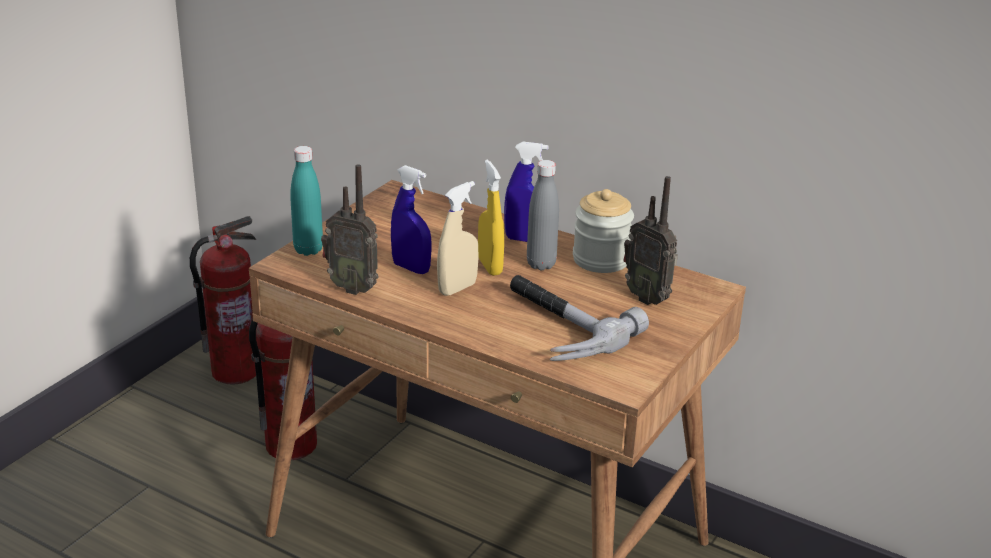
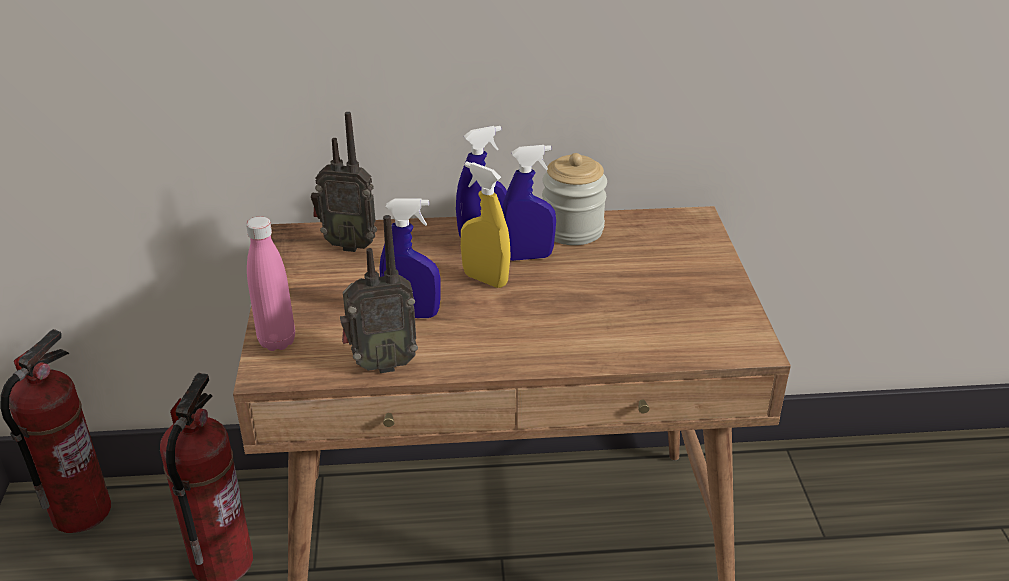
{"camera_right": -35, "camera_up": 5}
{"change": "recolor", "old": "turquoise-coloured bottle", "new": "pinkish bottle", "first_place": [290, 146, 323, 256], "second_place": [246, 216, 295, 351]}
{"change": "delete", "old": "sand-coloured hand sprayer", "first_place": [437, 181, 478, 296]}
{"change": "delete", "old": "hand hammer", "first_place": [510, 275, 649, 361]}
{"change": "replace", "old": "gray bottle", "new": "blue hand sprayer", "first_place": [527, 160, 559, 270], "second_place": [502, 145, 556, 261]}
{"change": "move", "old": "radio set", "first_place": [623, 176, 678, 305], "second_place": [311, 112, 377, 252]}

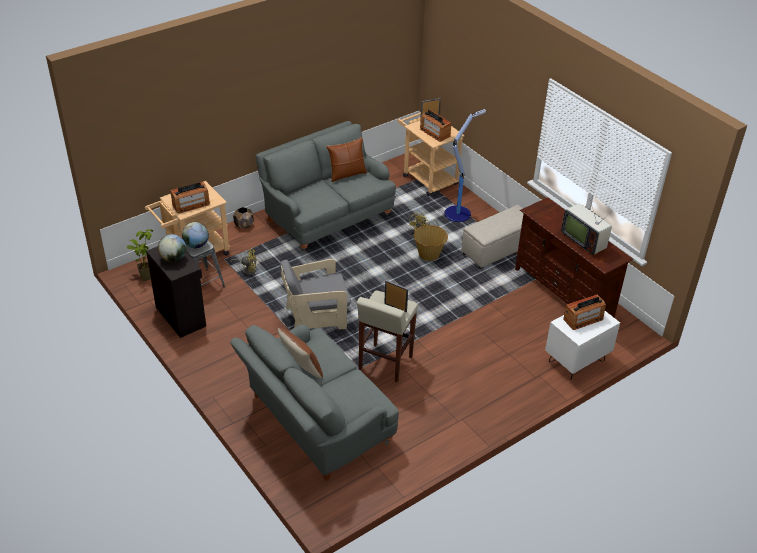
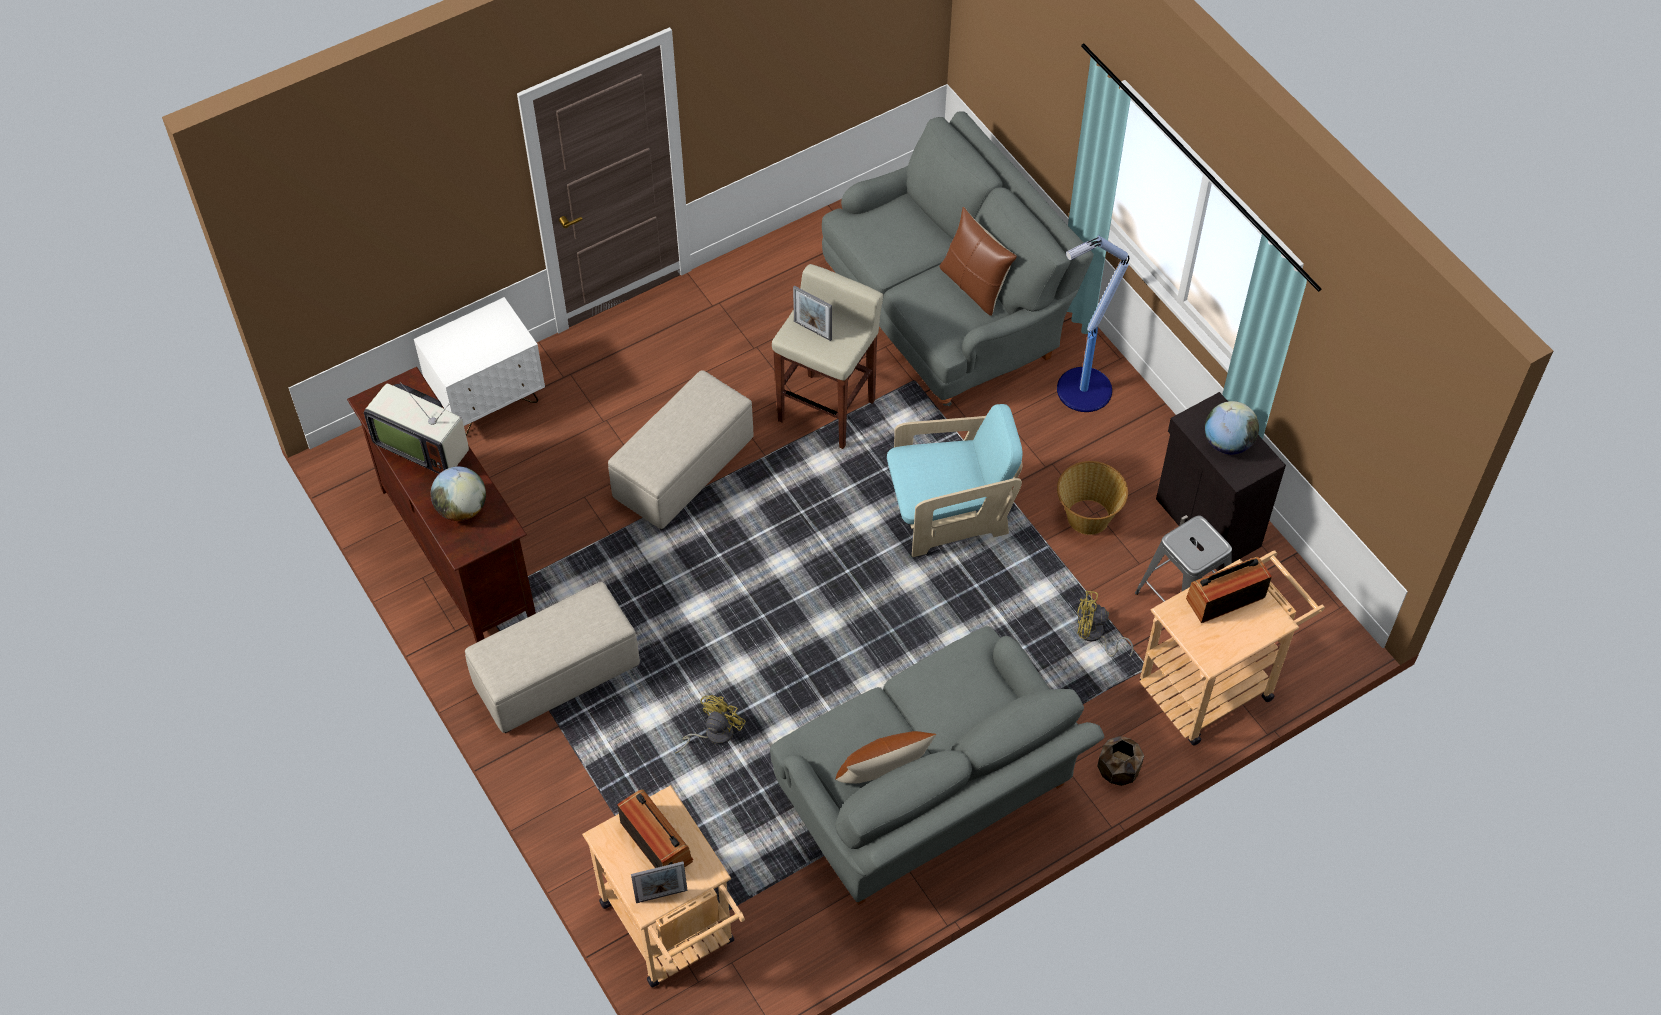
{"camera_right": -175, "camera_up": 15}
{"change": "delete", "old": "plant in a pot", "first_place": [127, 229, 153, 281]}
{"change": "move", "old": "globe", "first_place": [182, 222, 209, 248], "second_place": [431, 466, 486, 521]}
{"change": "recolor", "old": "gray armchair", "new": "turquoise-coloured armchair", "first_place": [281, 259, 351, 330], "second_place": [887, 404, 1023, 557]}
{"change": "move", "old": "storage basket", "first_place": [414, 225, 448, 261], "second_place": [1057, 461, 1128, 535]}
{"change": "move", "old": "standard lamp", "first_place": [444, 109, 486, 222], "second_place": [1057, 235, 1129, 412]}
{"change": "rotate", "old": "television", "first_place": [561, 199, 612, 256], "second_place": [364, 382, 469, 474], "degrees": 150}
{"change": "delete", "old": "radio set", "first_place": [563, 294, 606, 330]}
{"change": "insert", "new": "sand-coloured ottoman", "second_place": [608, 370, 754, 530]}

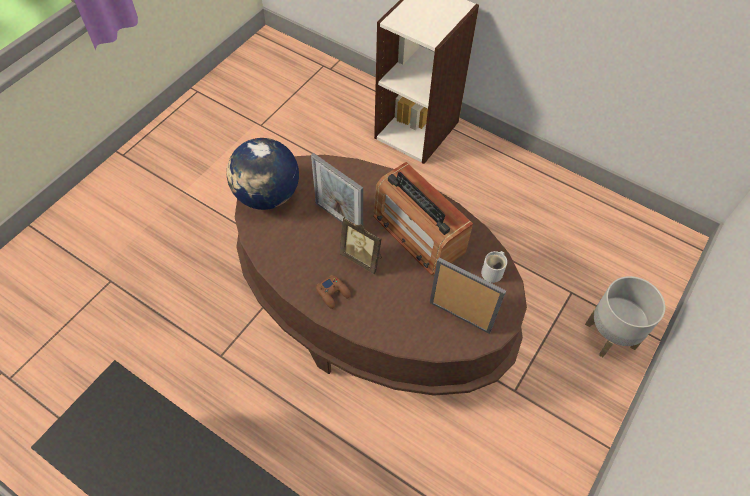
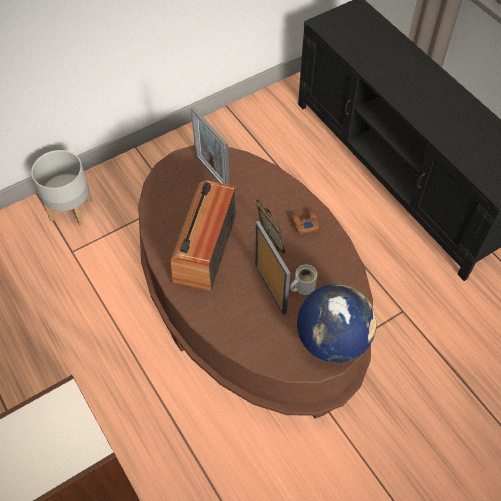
{"camera_right": -155, "camera_up": 0}
{"change": "rotate", "old": "radio set", "first_place": [373, 162, 473, 275], "second_place": [171, 180, 236, 291], "degrees": -150}
{"change": "move", "old": "white-coloured mug", "first_place": [481, 251, 507, 283], "second_place": [290, 265, 317, 295]}

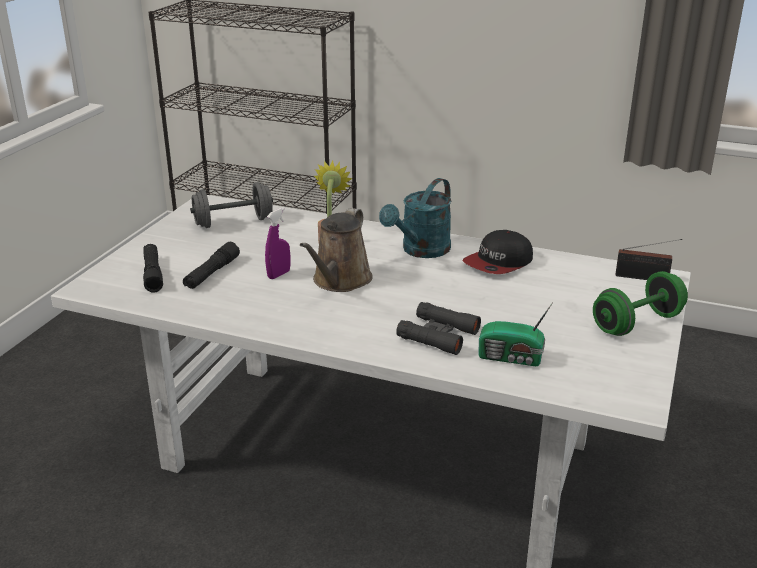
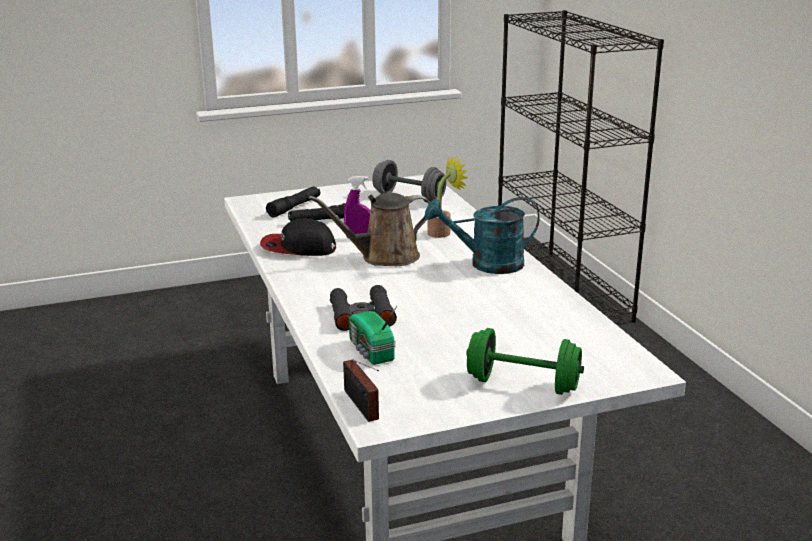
{"camera_right": 50, "camera_up": -5}
{"change": "move", "old": "peaked cap", "first_place": [463, 230, 533, 274], "second_place": [260, 218, 336, 256]}
{"change": "move", "old": "radio set", "first_place": [616, 239, 682, 280], "second_place": [343, 359, 379, 422]}

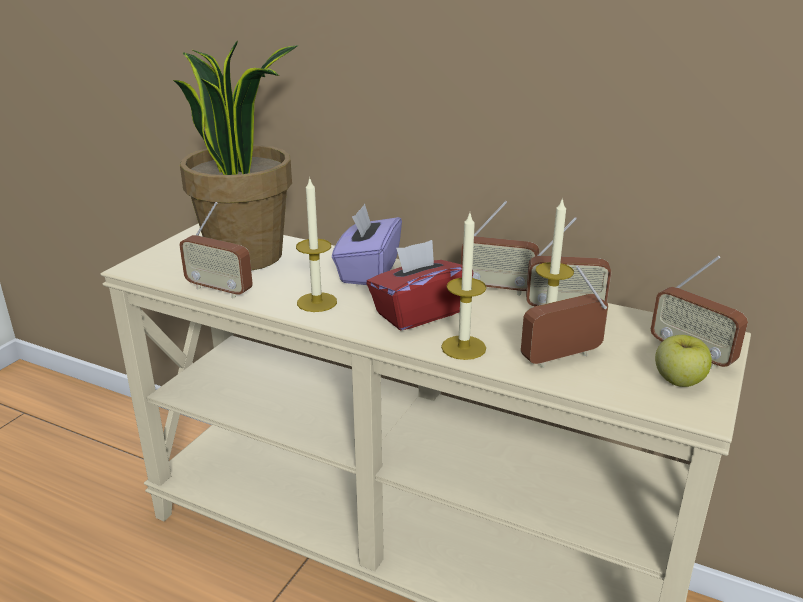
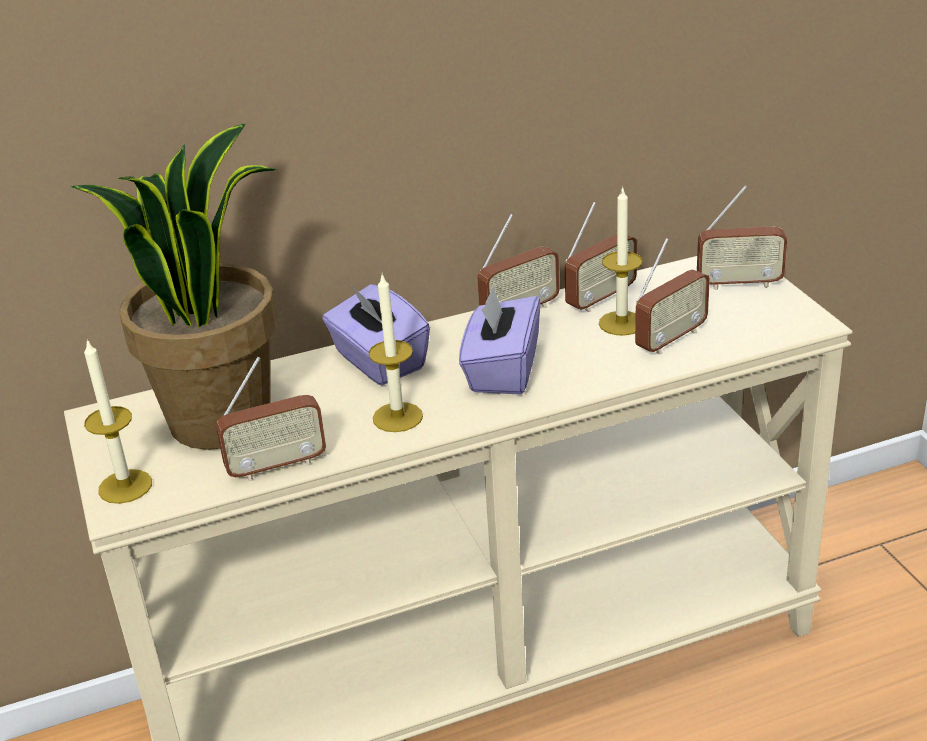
{"camera_right": -45, "camera_up": 5}
{"change": "recolor", "old": "red tissue box", "new": "purple tissue box", "first_place": [366, 240, 473, 331], "second_place": [459, 286, 541, 395]}
{"change": "move", "old": "wax light", "first_place": [441, 213, 487, 360], "second_place": [84, 339, 152, 504]}
{"change": "rotate", "old": "radio set", "first_place": [521, 265, 608, 368], "second_place": [635, 238, 710, 354], "degrees": -150}
{"change": "delete", "old": "apple fruit", "first_place": [655, 335, 712, 387]}

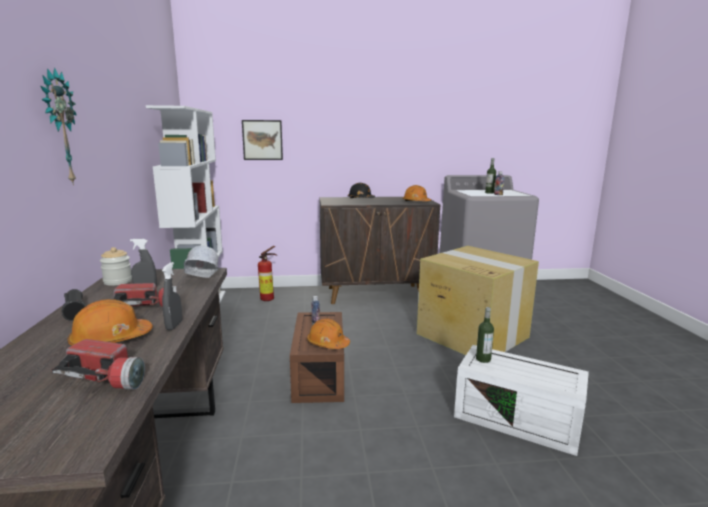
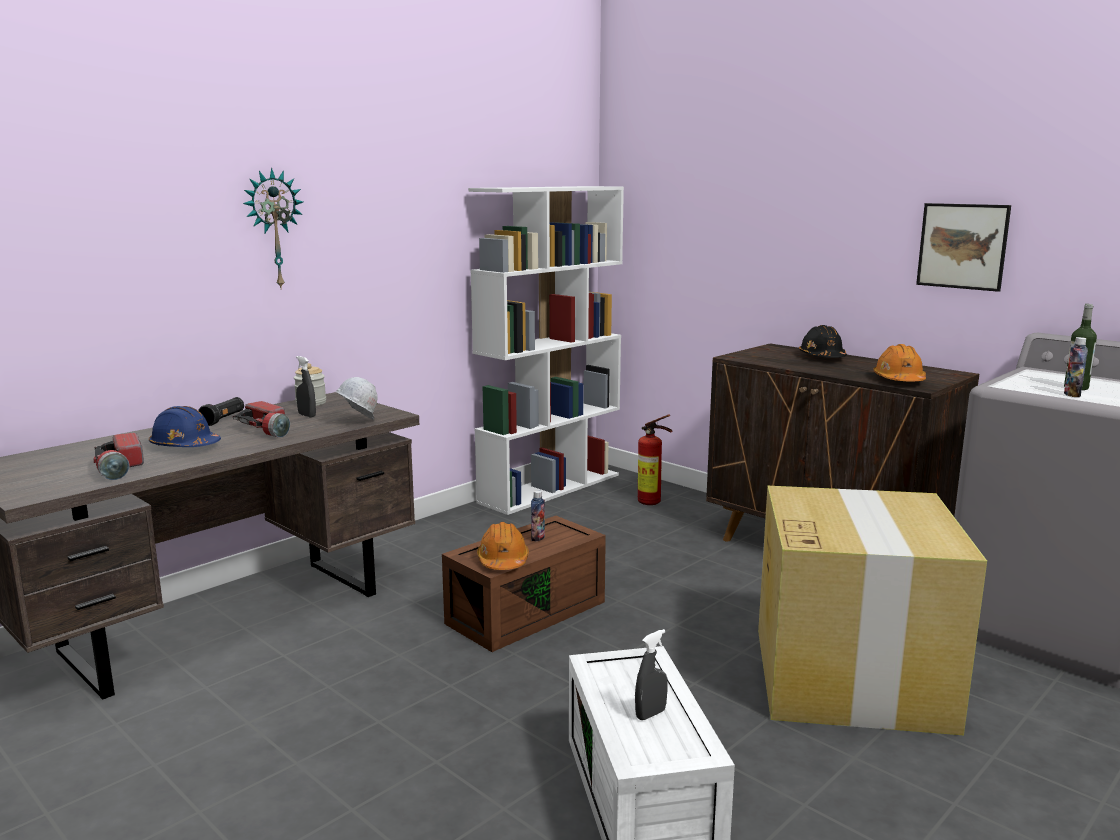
{"camera_right": 50, "camera_up": 0}
{"change": "recolor", "old": "orange work helmet", "new": "blue work helmet", "first_place": [68, 299, 153, 345], "second_place": [149, 406, 221, 447]}
{"change": "move", "old": "gray hand sprayer", "first_place": [162, 262, 182, 330], "second_place": [635, 629, 667, 720]}
{"change": "move", "old": "wall art", "first_place": [242, 120, 283, 160], "second_place": [916, 203, 1011, 292]}
{"change": "delete", "old": "bottle", "first_place": [476, 307, 494, 363]}

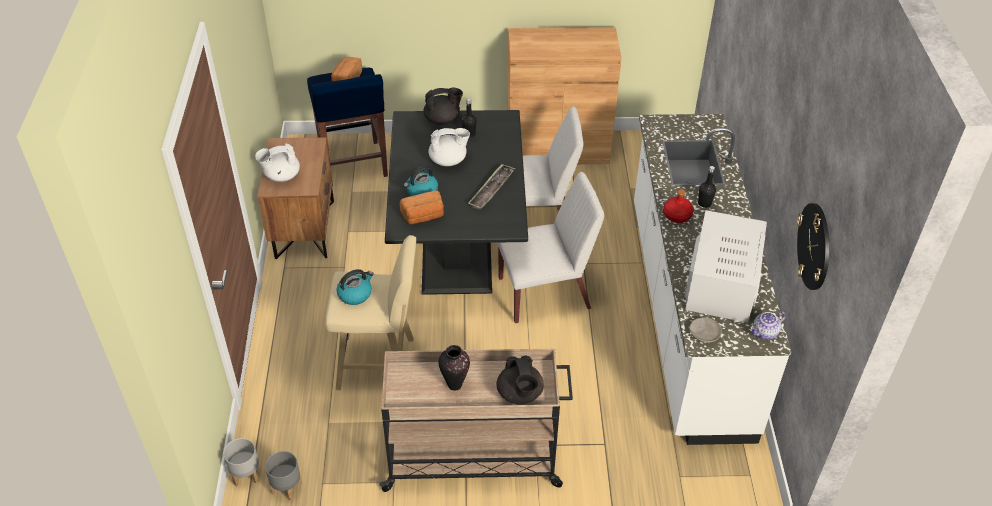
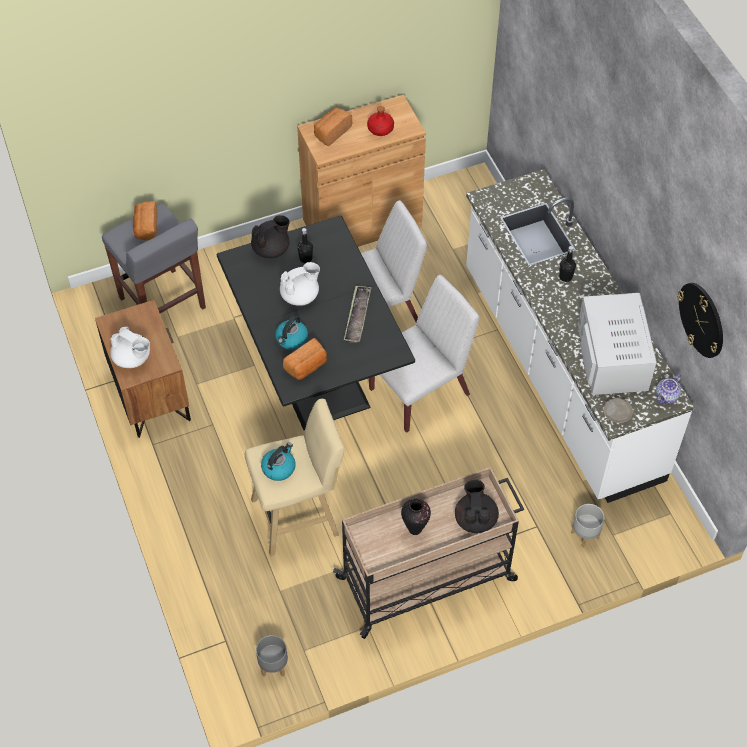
{"camera_right": -20, "camera_up": 10}
{"change": "move", "old": "gray planter", "first_place": [223, 438, 259, 486], "second_place": [571, 504, 604, 547]}
{"change": "rotate", "old": "white-coloured teapot", "first_place": [255, 144, 300, 182], "second_place": [110, 327, 150, 368], "degrees": -105}
{"change": "recolor", "old": "blue sitting stool", "new": "gray sitting stool", "first_place": [307, 68, 388, 186], "second_place": [102, 204, 206, 313]}
{"change": "rotate", "old": "blackish teapot", "first_place": [497, 355, 544, 404], "second_place": [455, 480, 499, 533], "degrees": -150}
{"change": "move", "old": "red bottle", "first_place": [663, 189, 694, 223], "second_place": [367, 106, 394, 136]}
{"change": "insert", "new": "bread", "second_place": [314, 108, 352, 146]}

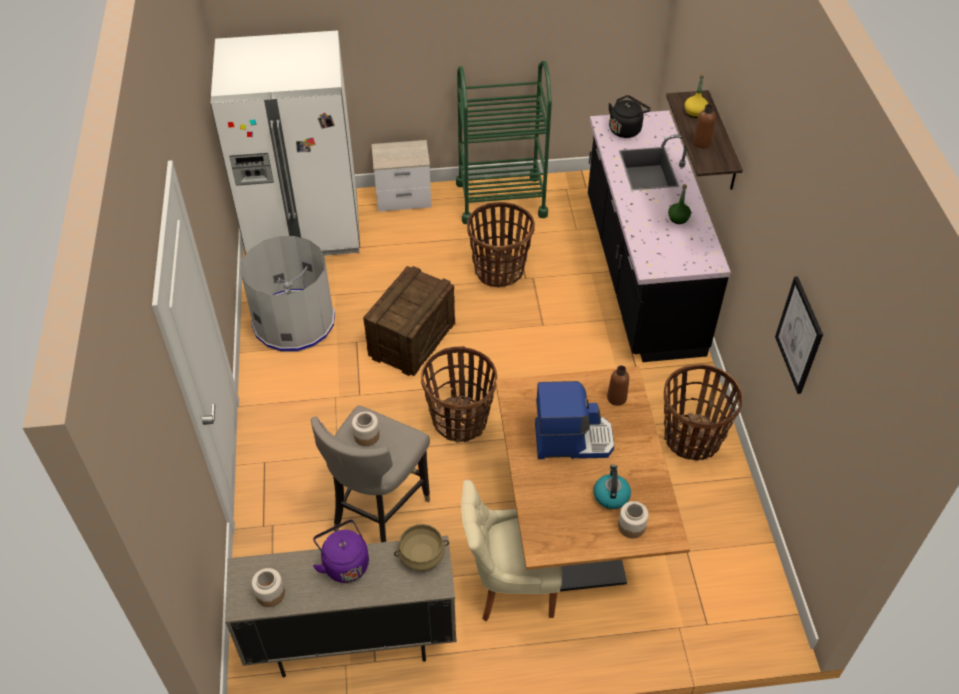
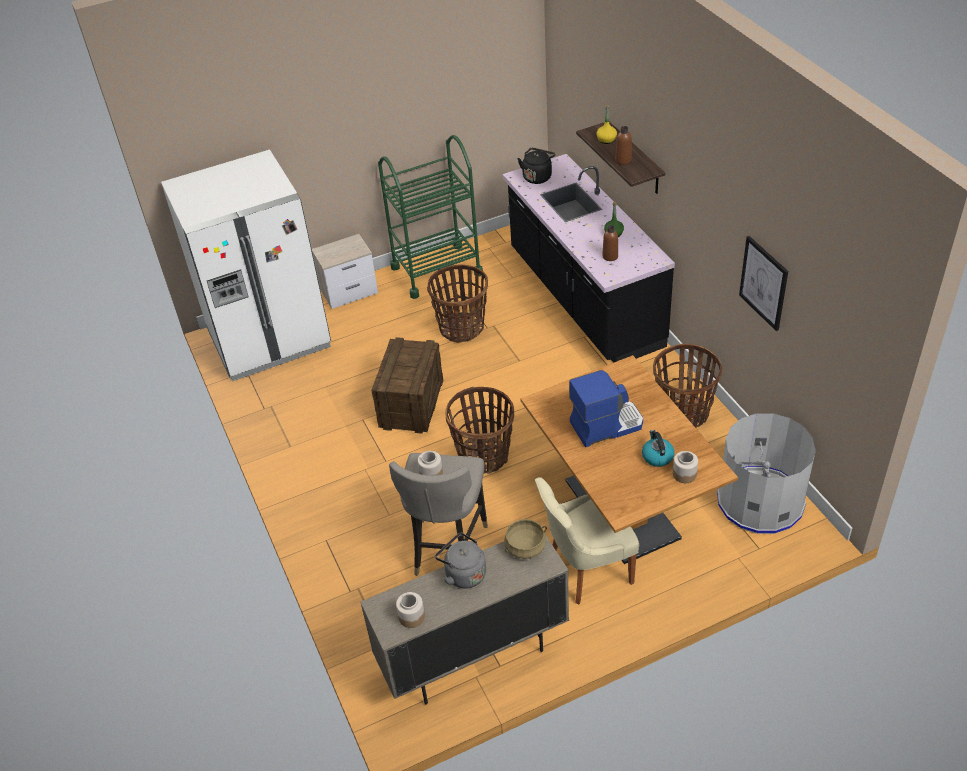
{"camera_right": -15, "camera_up": -5}
{"change": "move", "old": "gray waste bin", "first_place": [240, 236, 335, 352], "second_place": [717, 413, 816, 534]}
{"change": "recolor", "old": "purple kettle", "new": "gray kettle", "first_place": [313, 520, 369, 583], "second_place": [435, 533, 486, 589]}
{"change": "move", "old": "brownish bottle", "first_place": [607, 365, 629, 406], "second_place": [602, 225, 618, 261]}

